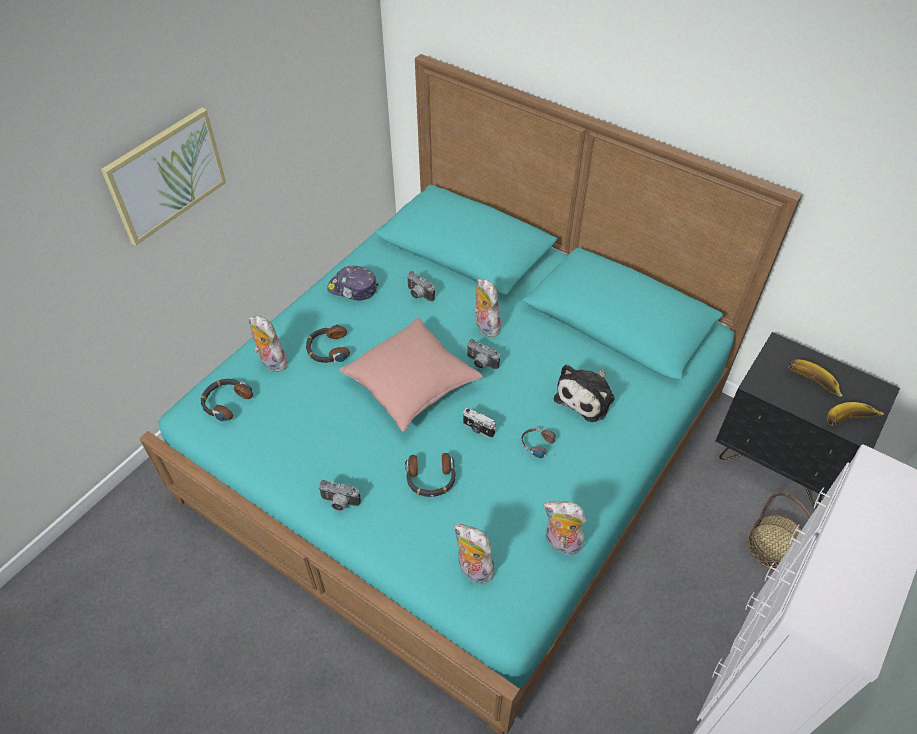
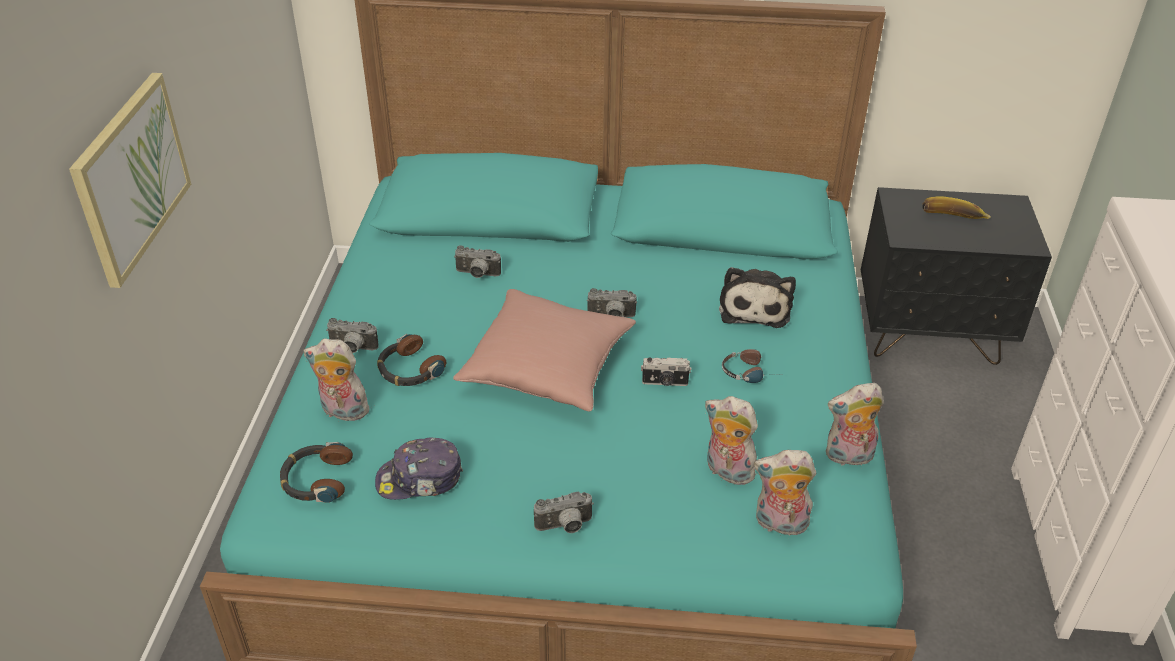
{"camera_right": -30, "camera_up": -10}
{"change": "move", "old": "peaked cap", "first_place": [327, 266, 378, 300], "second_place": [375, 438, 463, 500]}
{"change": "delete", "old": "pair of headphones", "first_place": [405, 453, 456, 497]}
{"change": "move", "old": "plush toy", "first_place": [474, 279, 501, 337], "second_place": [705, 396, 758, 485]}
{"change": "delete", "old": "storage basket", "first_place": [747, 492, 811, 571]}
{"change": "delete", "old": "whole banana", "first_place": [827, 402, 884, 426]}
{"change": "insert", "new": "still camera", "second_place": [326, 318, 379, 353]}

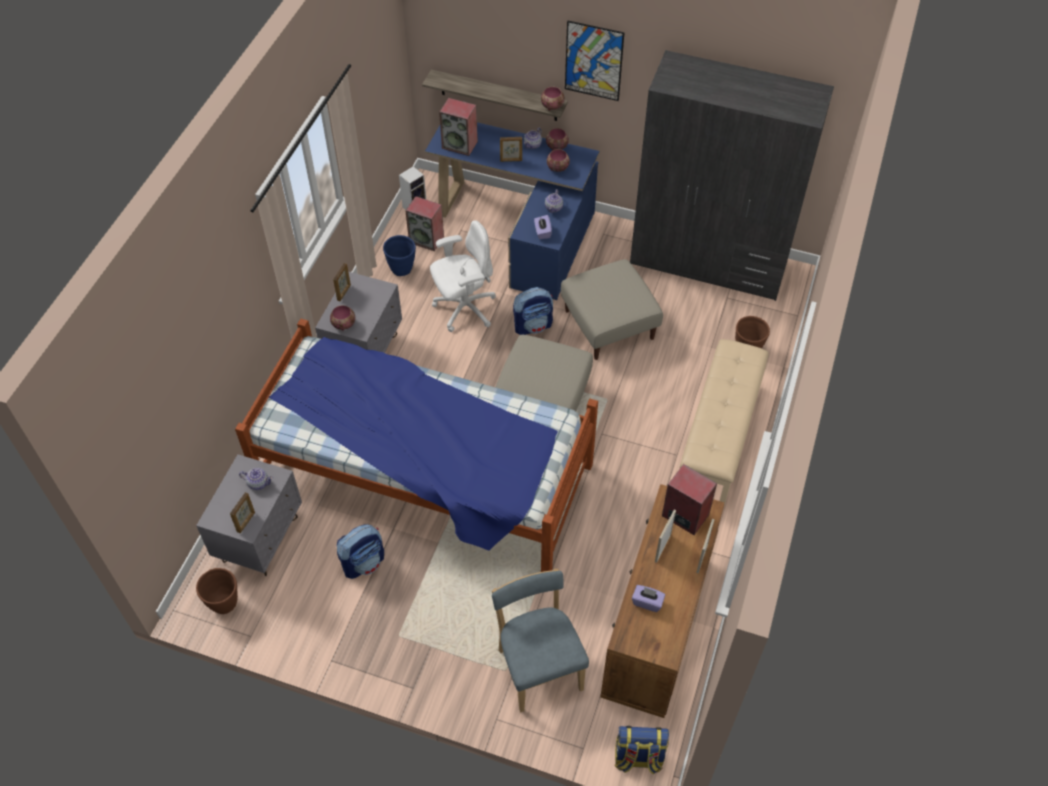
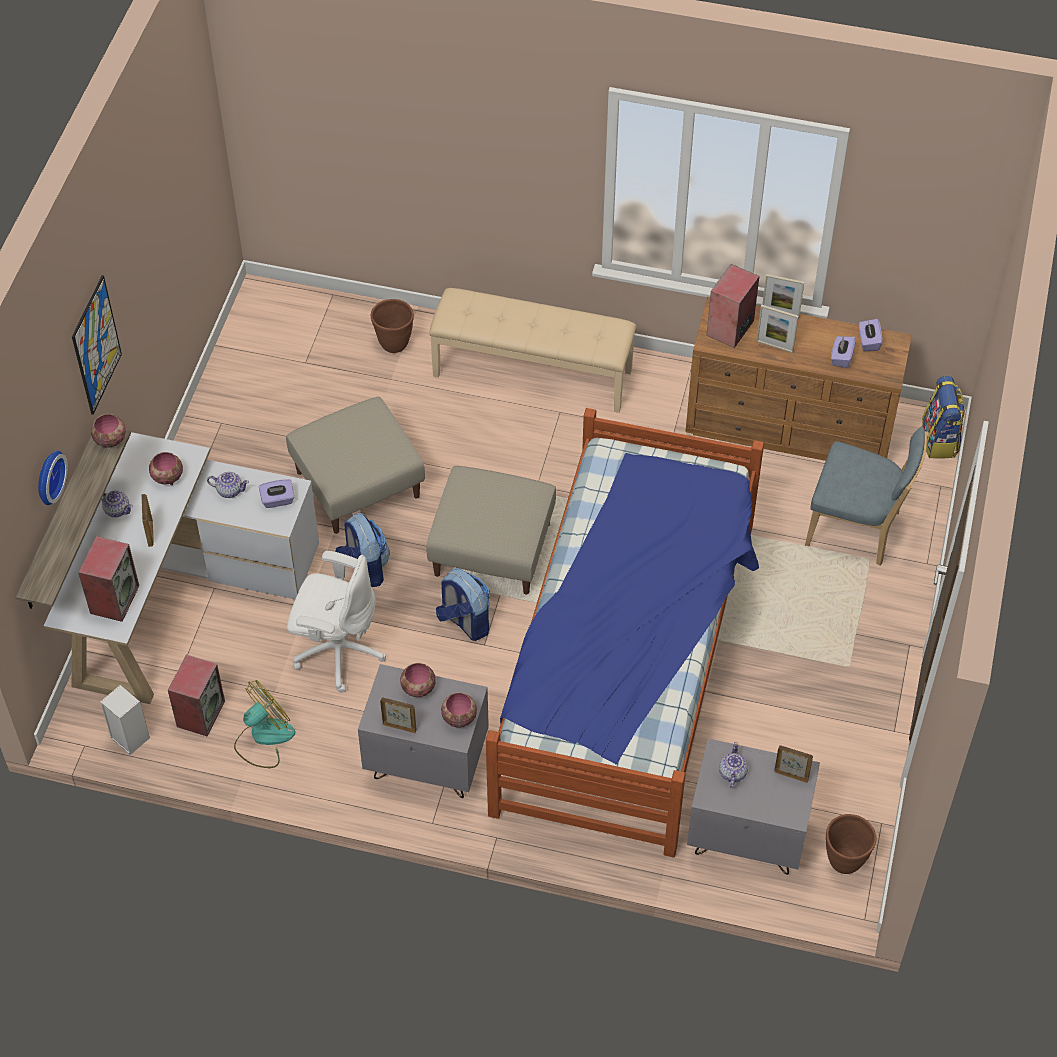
{"camera_right": -95, "camera_up": 0}
{"change": "move", "old": "rucksack", "first_place": [337, 524, 384, 579], "second_place": [436, 568, 490, 641]}
{"change": "replace", "old": "blue planter", "new": "fan", "first_place": [383, 235, 416, 276], "second_place": [234, 680, 295, 768]}
{"change": "recolor", "old": "blue desk", "new": "white-coloured desk", "first_place": [425, 122, 600, 300], "second_place": [44, 432, 319, 704]}
{"change": "rotate", "old": "white-coloured office chair", "first_place": [430, 220, 496, 332], "second_place": [287, 551, 386, 693], "degrees": 135}
{"change": "rotate", "old": "blue plain chair", "first_place": [492, 569, 589, 712], "second_place": [805, 426, 929, 566], "degrees": -135}
{"change": "move", "old": "deep dish", "first_place": [546, 128, 569, 151], "second_place": [400, 663, 436, 697]}
{"change": "delete", "old": "gray wardrobe", "first_place": [630, 50, 834, 301]}
{"change": "insert", "new": "clock on the wall", "second_place": [38, 451, 68, 505]}
{"change": "insert", "new": "purple tissue box", "second_place": [859, 319, 882, 351]}

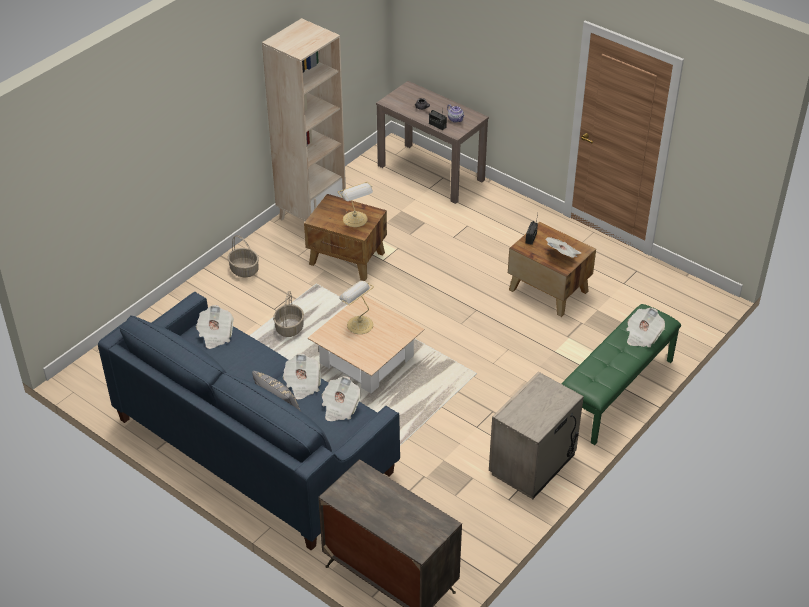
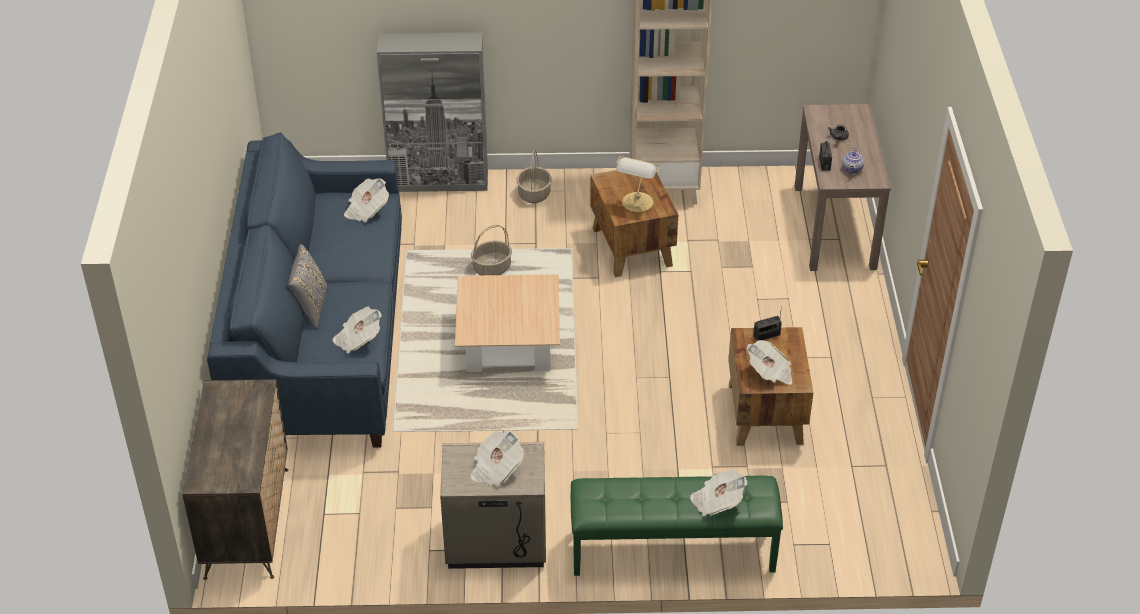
{"camera_right": 50, "camera_up": 0}
{"change": "move", "old": "daily paper", "first_place": [283, 353, 321, 400], "second_place": [471, 431, 524, 487]}
{"change": "delete", "old": "table lamp", "first_place": [339, 281, 374, 334]}
{"change": "insert", "new": "gray storage cabinet", "second_place": [377, 33, 488, 192]}

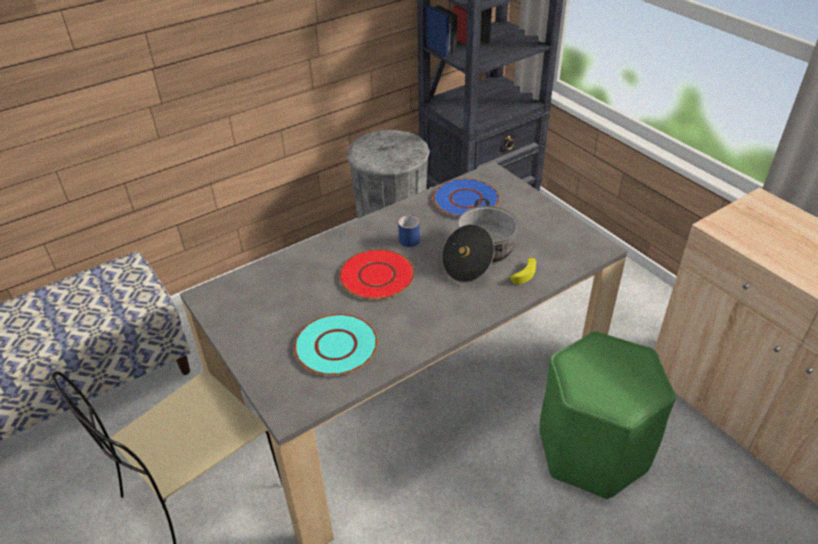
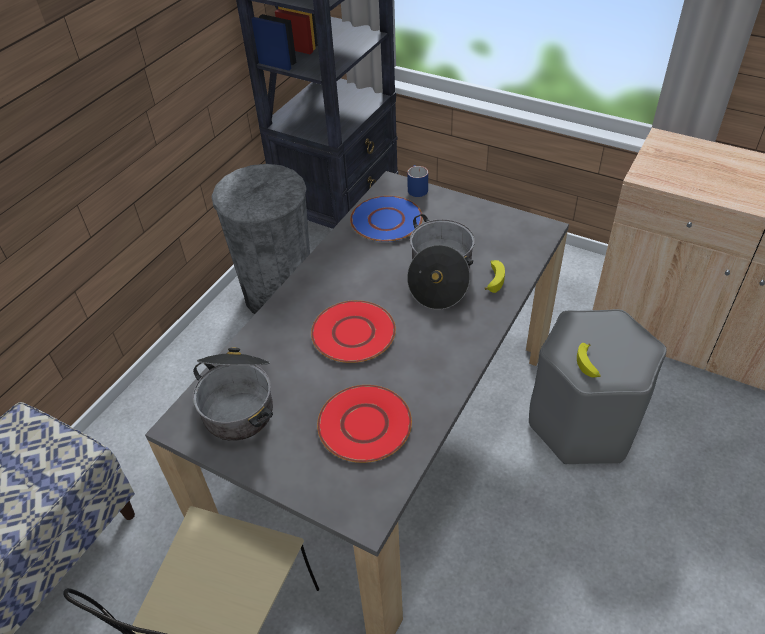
{"camera_right": -25, "camera_up": 5}
{"change": "recolor", "old": "turquoise-coloured plate", "new": "red plate", "first_place": [294, 314, 378, 376], "second_place": [317, 385, 412, 463]}
{"change": "move", "old": "blue mug", "first_place": [398, 215, 420, 247], "second_place": [407, 165, 428, 197]}
{"change": "recolor", "old": "greenish sitting stool", "new": "gray sitting stool", "first_place": [540, 331, 676, 499], "second_place": [529, 309, 667, 464]}
{"change": "insert", "new": "stockpot", "second_place": [193, 347, 273, 441]}
{"change": "insert", "new": "whole banana", "second_place": [577, 343, 601, 378]}

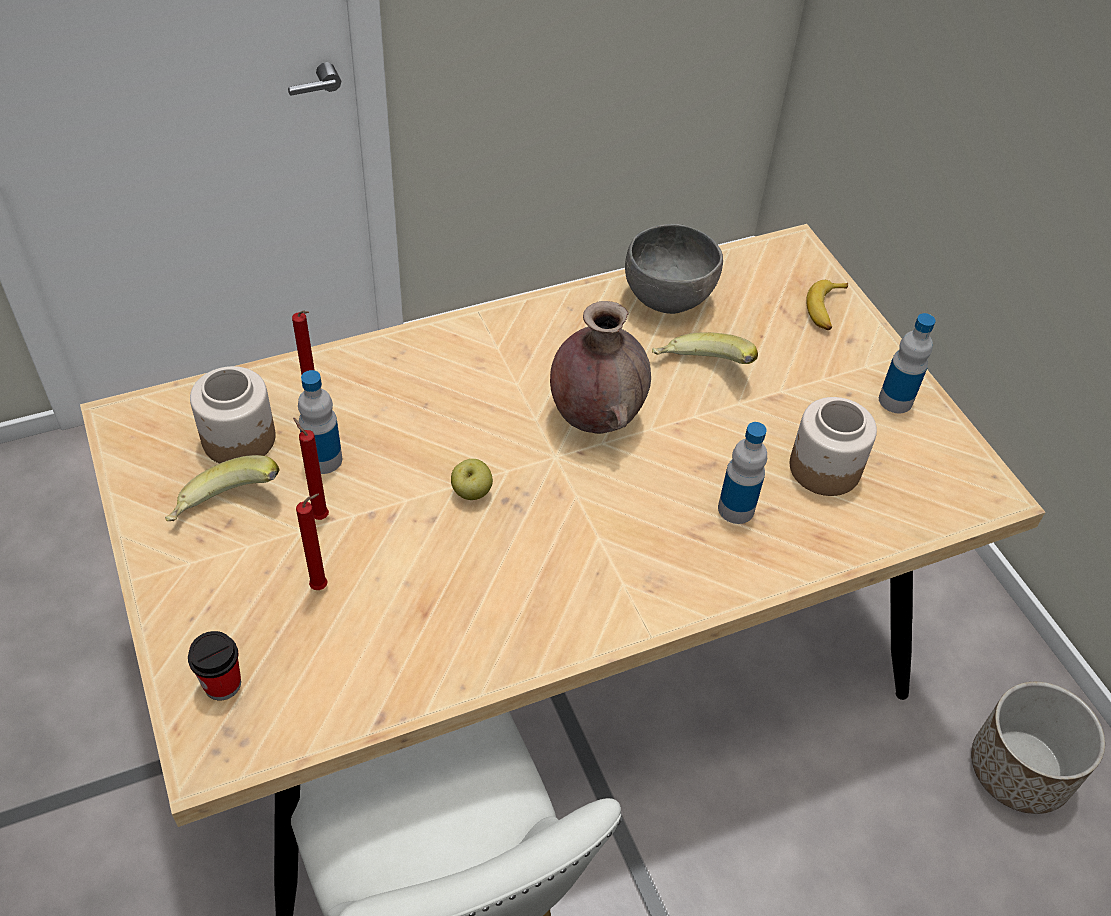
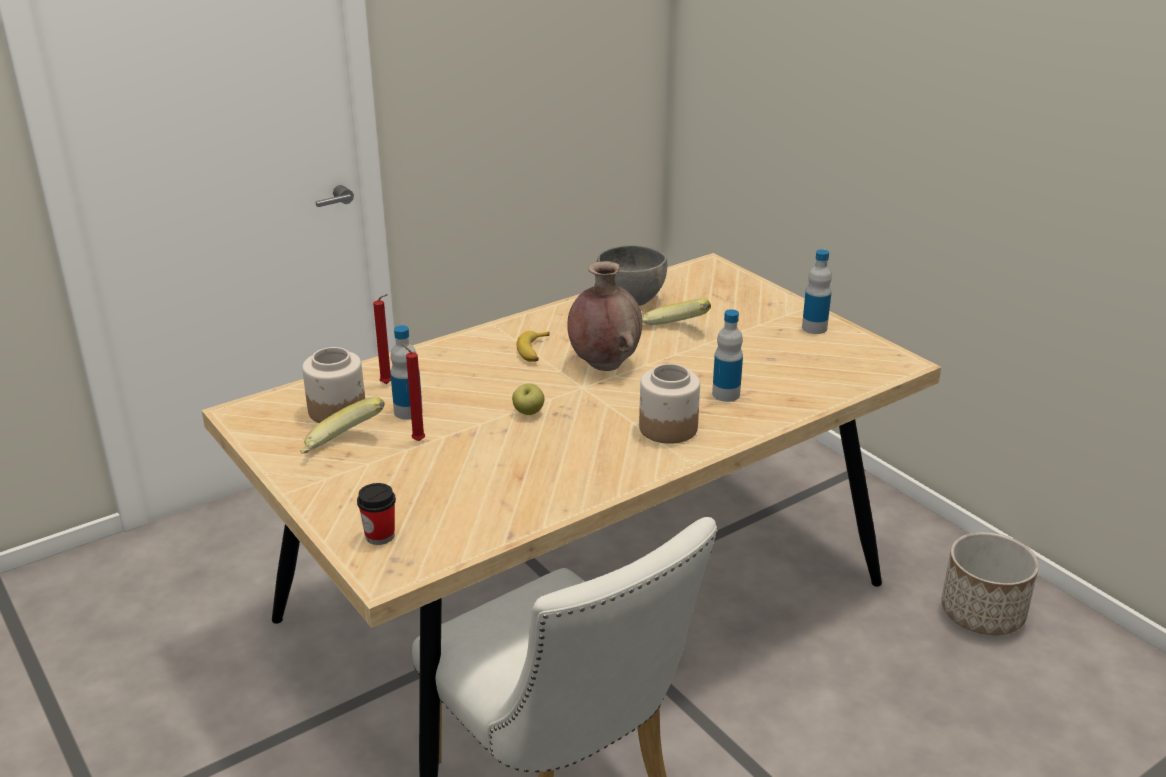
{"camera_right": -10, "camera_up": -20}
{"change": "delete", "old": "red wax light", "first_place": [296, 494, 328, 590]}
{"change": "move", "old": "preserve jar", "first_place": [790, 397, 877, 496], "second_place": [639, 364, 700, 444]}
{"change": "move", "old": "whole banana", "first_place": [806, 280, 848, 330], "second_place": [516, 331, 549, 362]}

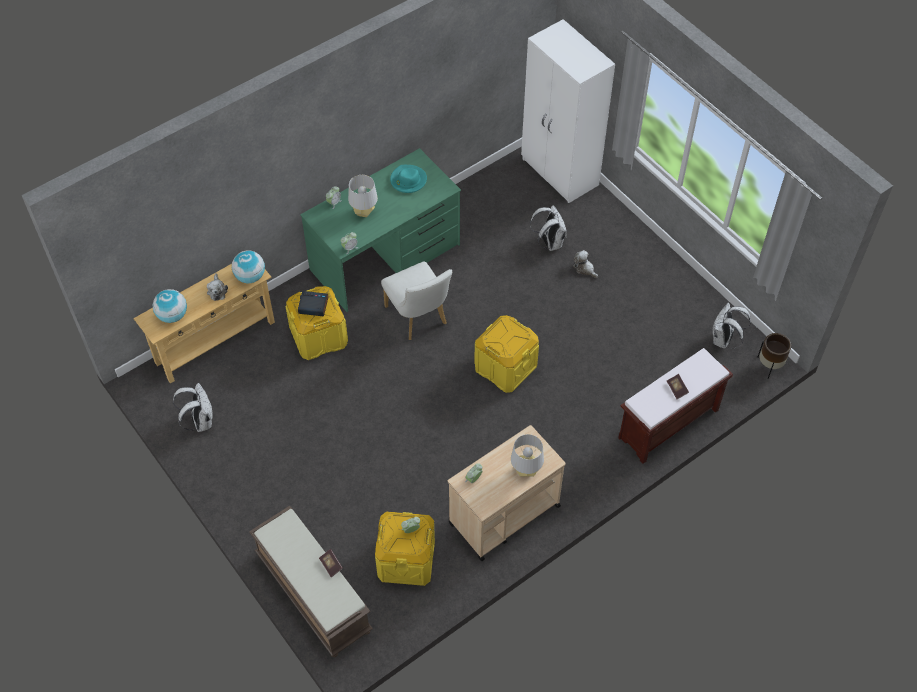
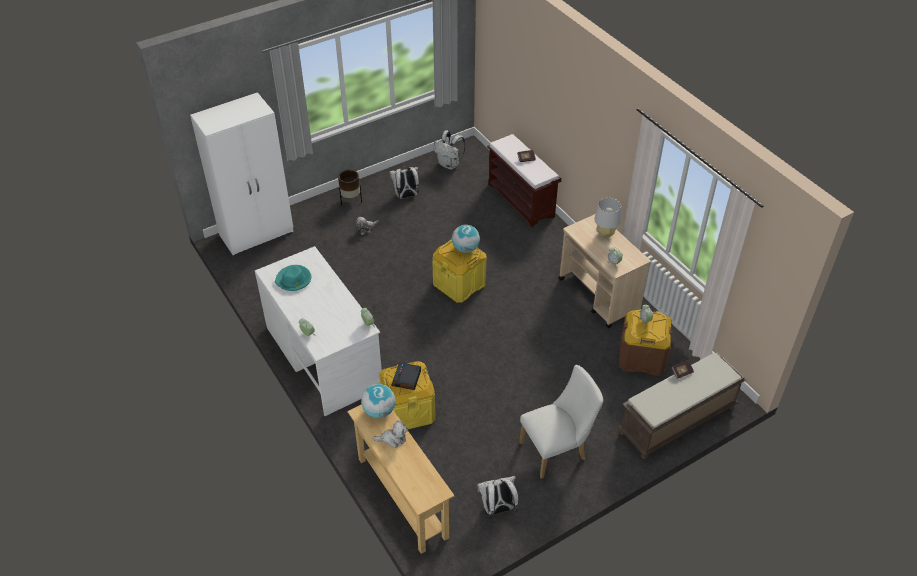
{"camera_right": -85, "camera_up": -10}
{"change": "move", "old": "globe", "first_place": [152, 289, 187, 323], "second_place": [452, 225, 480, 253]}
{"change": "recolor", "old": "greenish desk", "new": "white-coloured desk", "first_place": [300, 148, 461, 312], "second_place": [255, 246, 382, 416]}
{"change": "delete", "old": "gray table lamp", "first_place": [348, 175, 378, 217]}
{"change": "recolor", "old": "yellow-coloured storage box", "new": "brownish storage box", "first_place": [375, 512, 435, 586], "second_place": [619, 309, 672, 376]}
{"change": "move", "old": "white-coloured plain chair", "first_place": [381, 261, 452, 340], "second_place": [519, 365, 603, 479]}
{"change": "move", "old": "white-coloured rucksack", "first_place": [530, 205, 567, 251], "second_place": [389, 167, 419, 199]}
{"change": "move", "old": "brownish planter", "first_place": [757, 333, 791, 379], "second_place": [338, 170, 362, 205]}

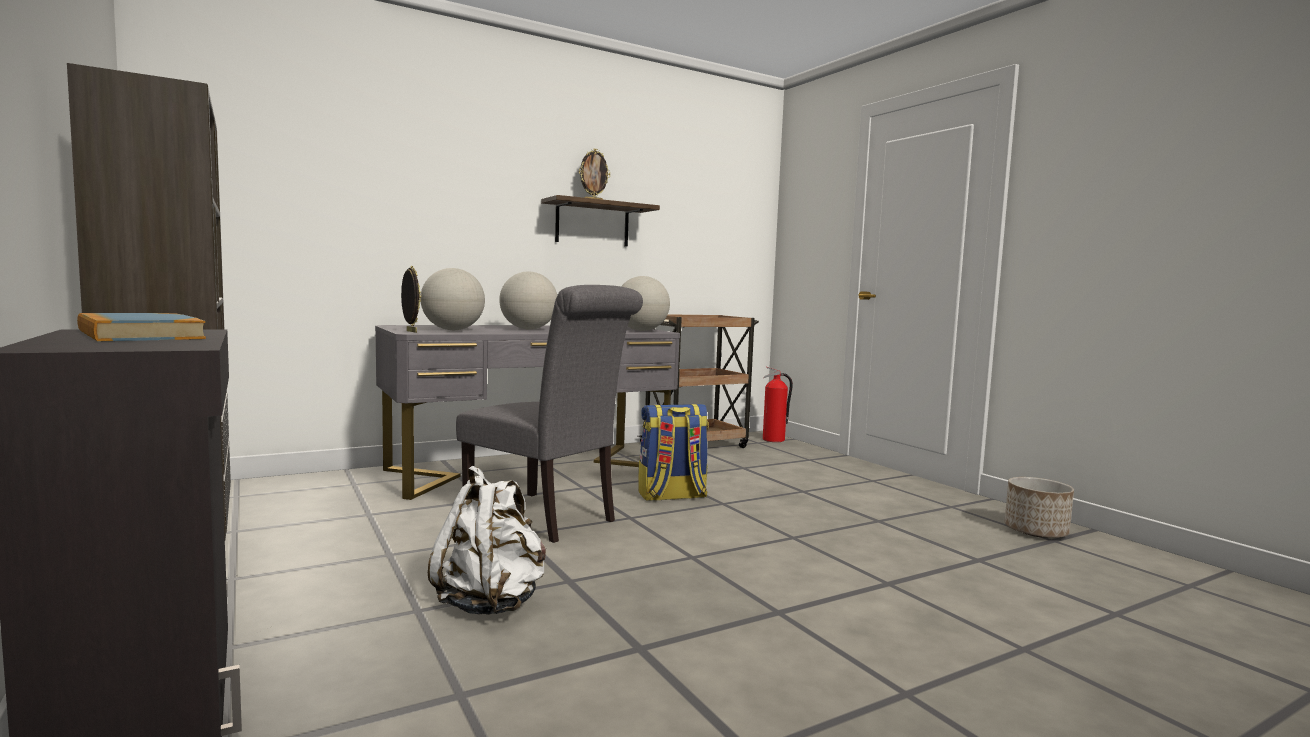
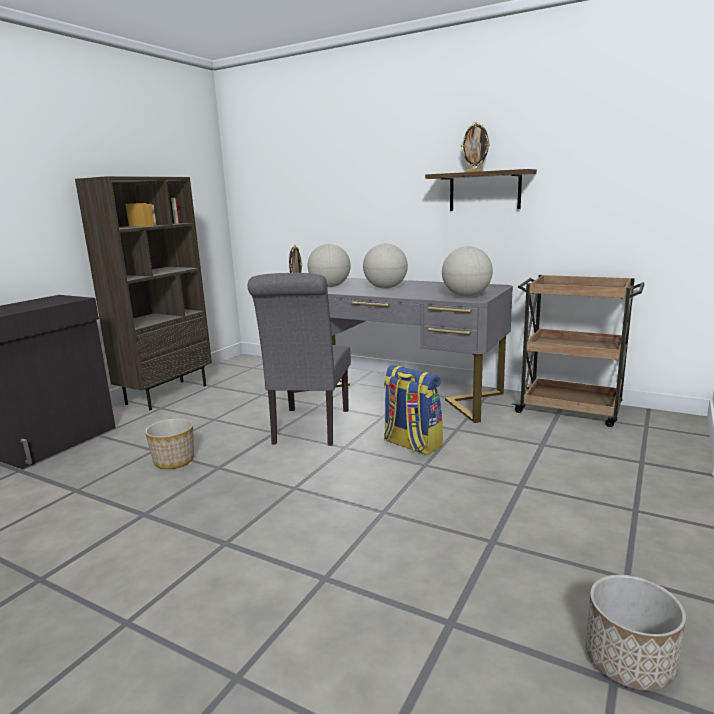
{"camera_right": 60, "camera_up": 10}
{"change": "delete", "old": "book", "first_place": [77, 313, 206, 341]}
{"change": "replace", "old": "white-coloured rucksack", "new": "planter", "first_place": [428, 466, 546, 615], "second_place": [145, 418, 194, 469]}
{"change": "delete", "old": "extinguisher", "first_place": [763, 367, 793, 442]}

